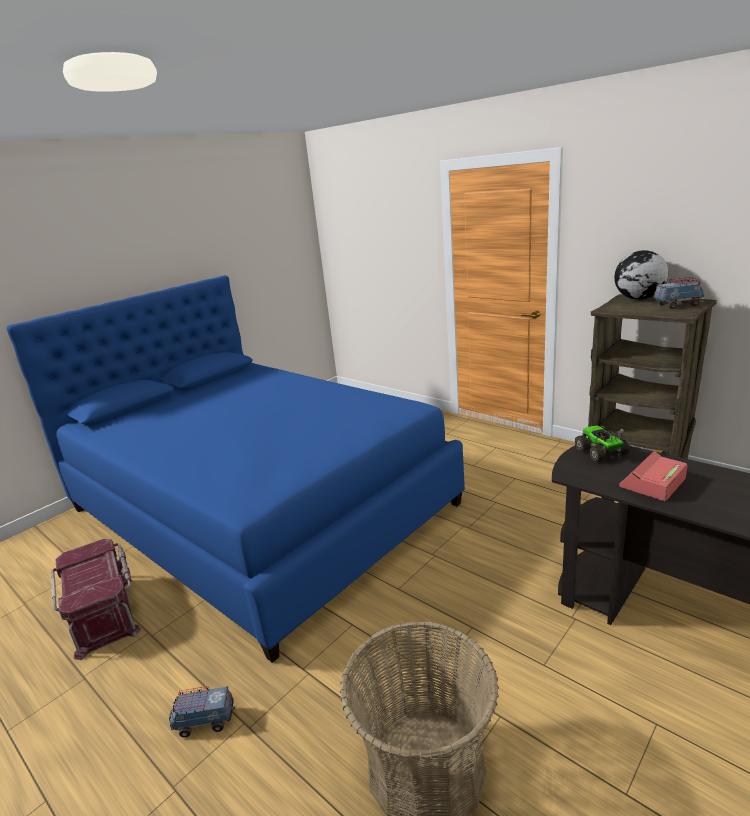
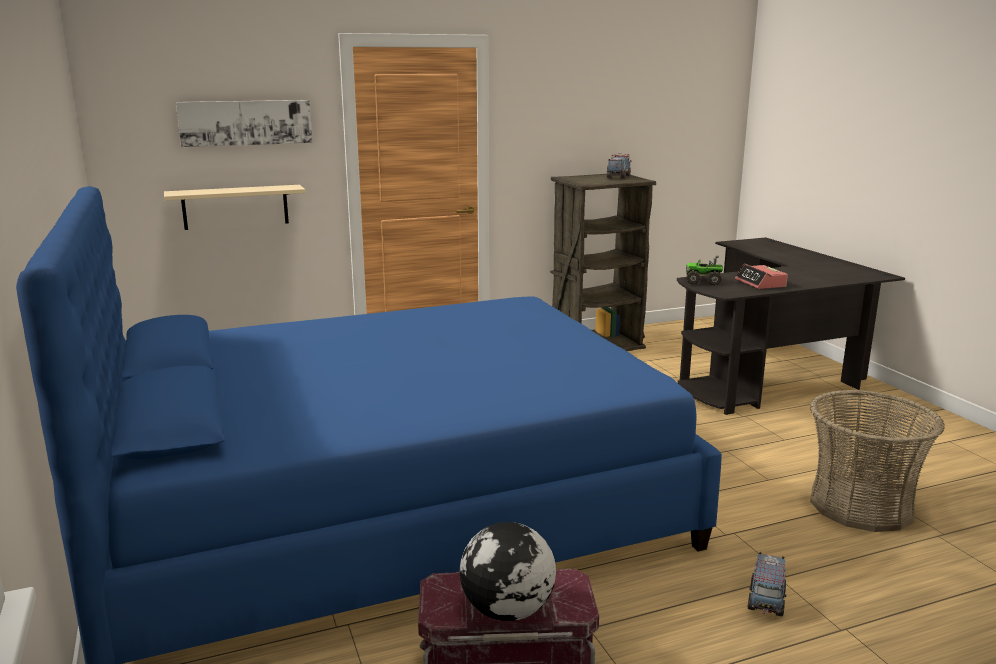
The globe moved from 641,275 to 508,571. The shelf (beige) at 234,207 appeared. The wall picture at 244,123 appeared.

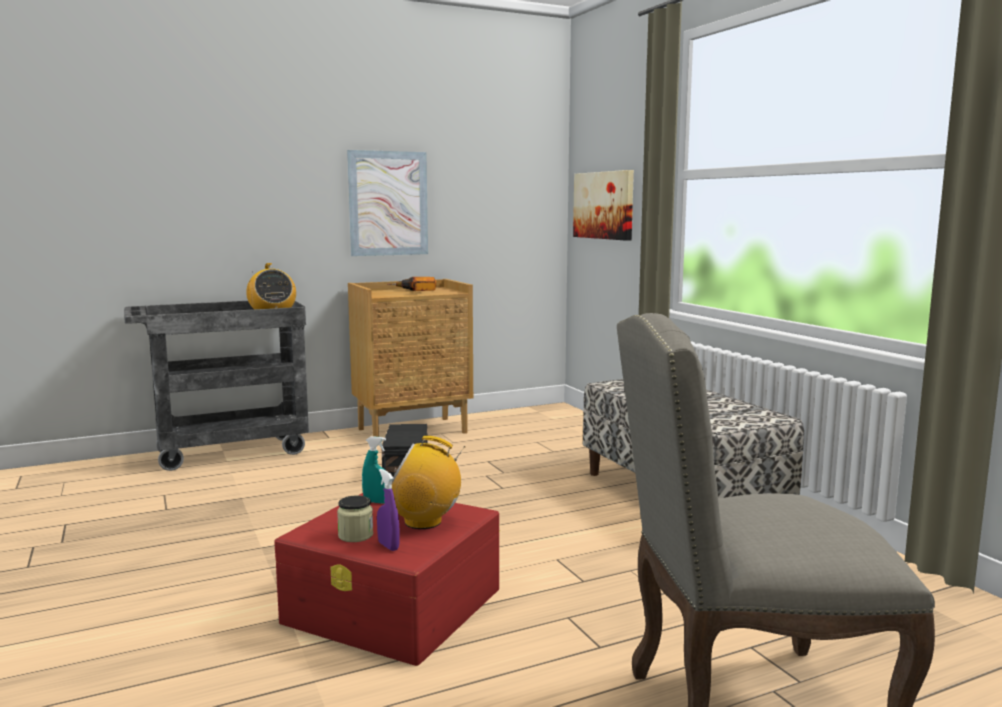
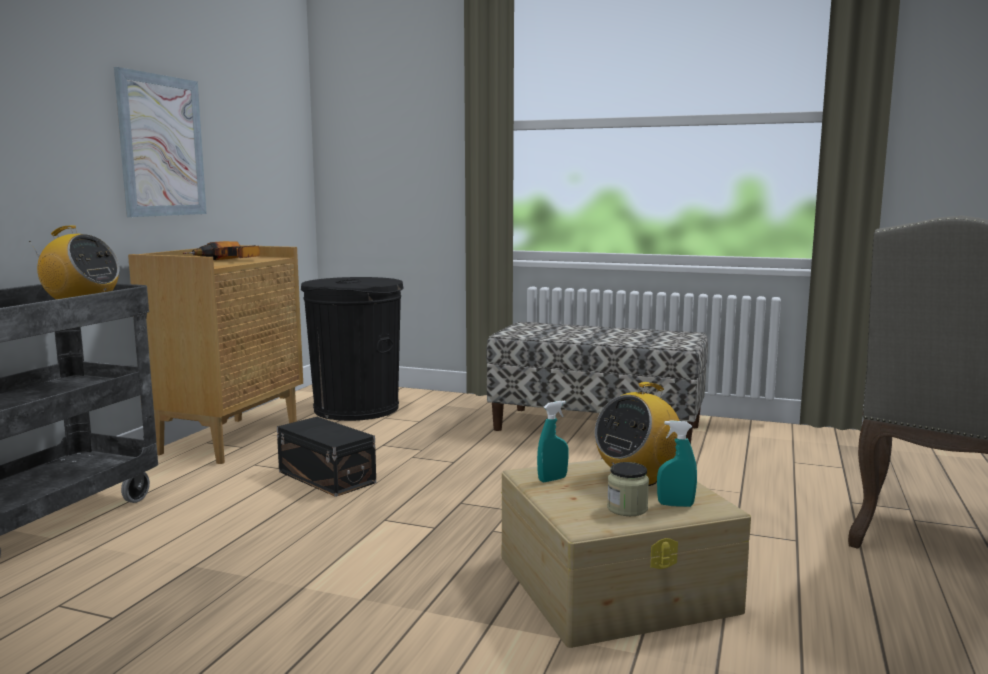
The storage bin (red-coloured) at 387,579 became the storage bin (beige) at 626,553. The hand sprayer (purple) at 388,510 became the hand sprayer (turquoise) at 677,463. The wall picture at 603,205 disappeared. The trash can (blackish) at 352,349 appeared.

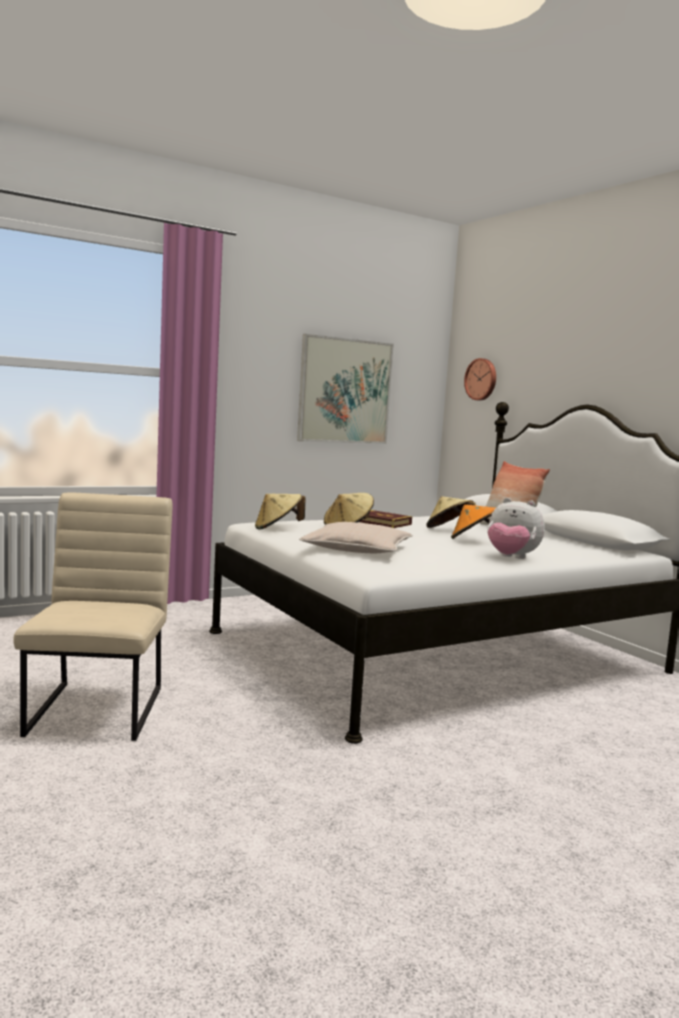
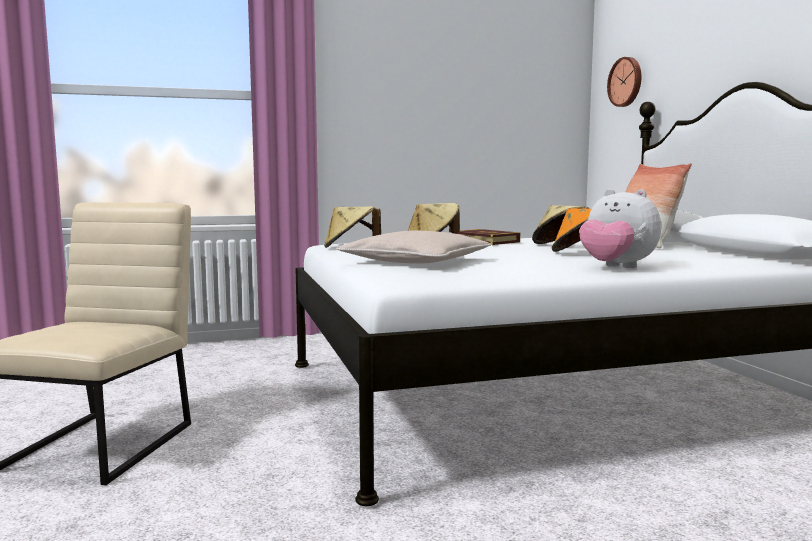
The wall picture at 345,389 disappeared.

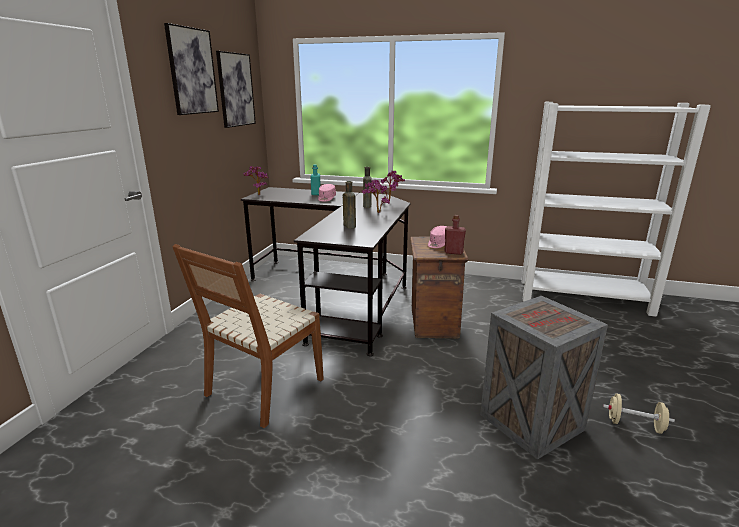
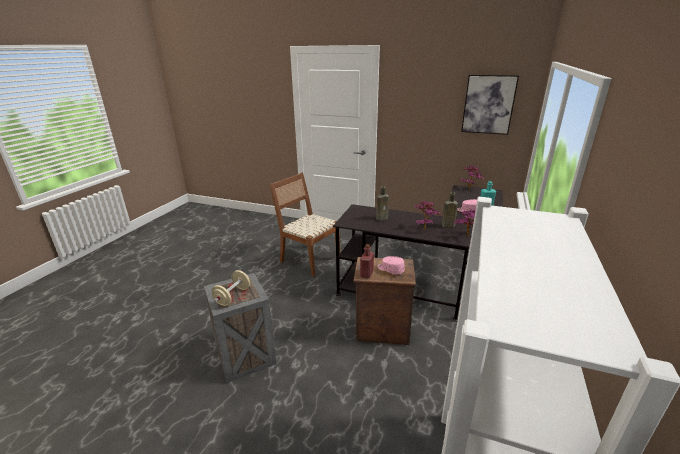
The wall picture at 191,69 disappeared. The free weight (beige) moved from 639,413 to 231,288.

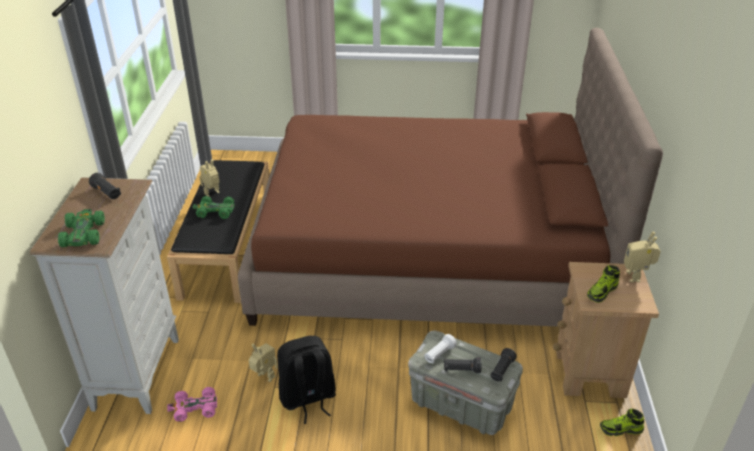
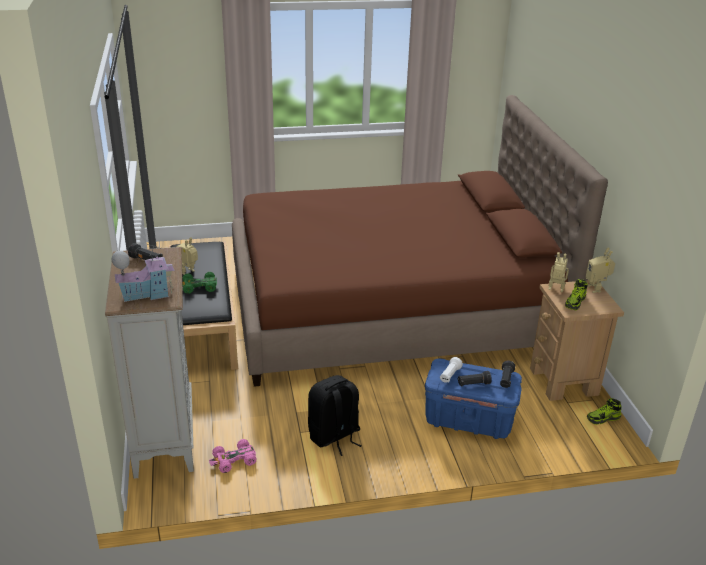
The toy car (greenish) at 81,228 was replaced by the miniature house at 143,273. The toy robot moved from 263,362 to 558,272. The storage bin (gray) at 465,383 became the storage bin (blue-coloured) at 473,399.

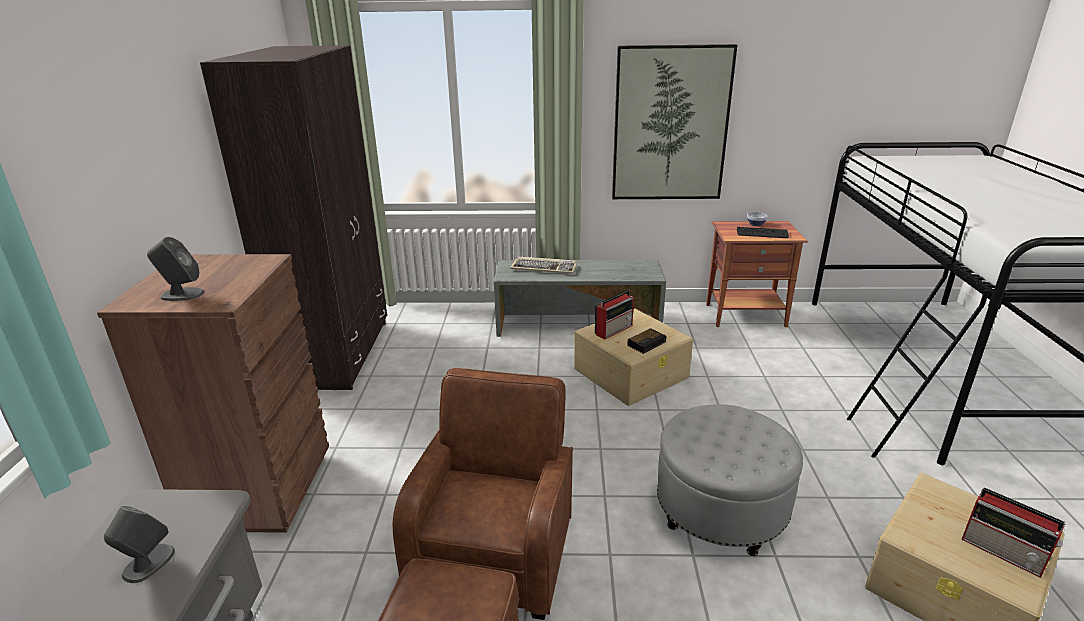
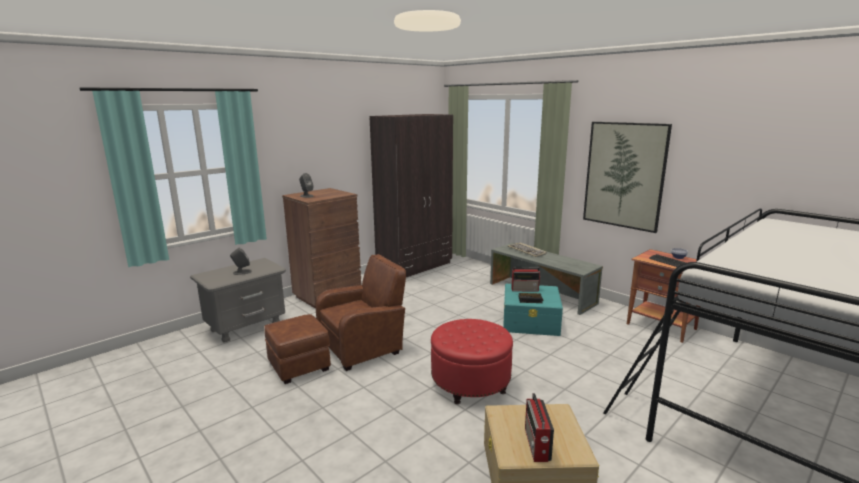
The storage bin (beige) at 633,357 became the storage bin (turquoise) at 533,310. The ottoman (gray) at 730,480 became the ottoman (red-coloured) at 472,361.

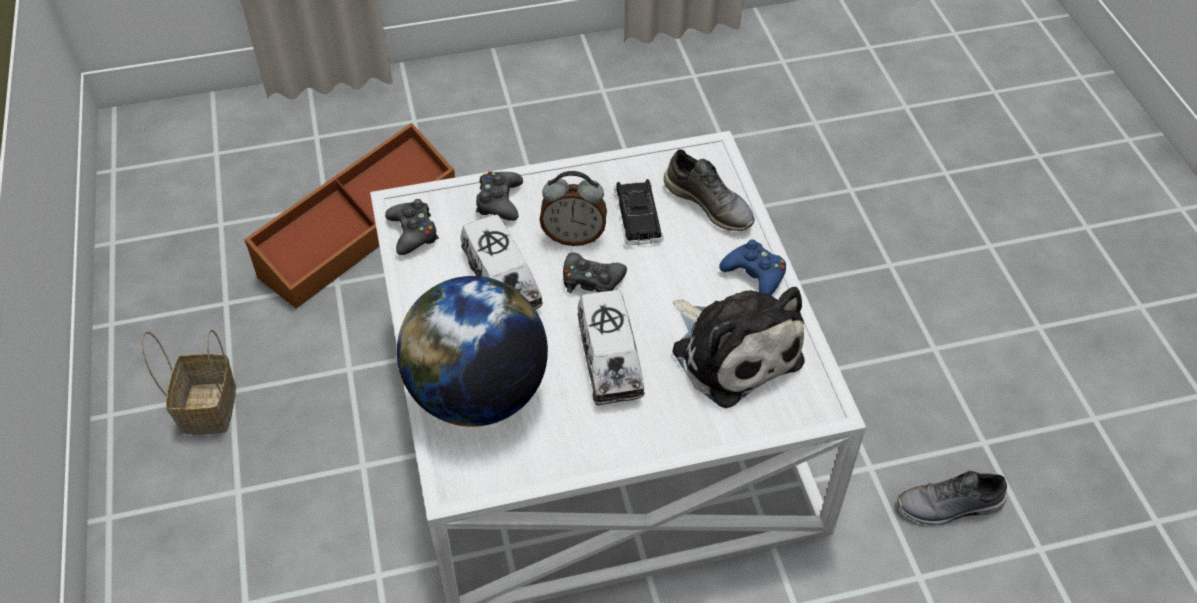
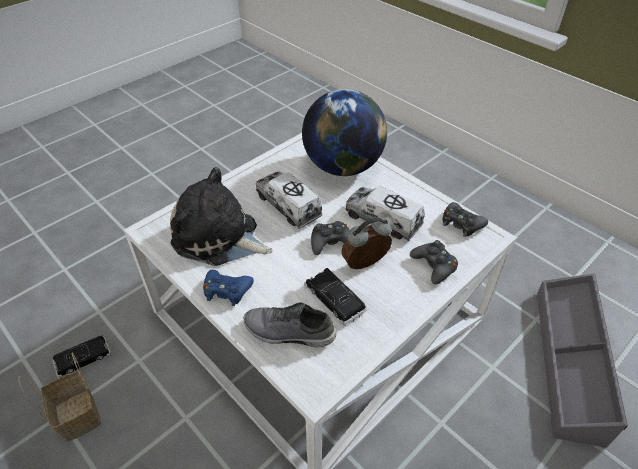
The basket moved from 188,382 to 59,397. The storage bin (brown-coloured) at 349,215 became the storage bin (gray) at 582,360. The item of footwear (gray) at 952,498 was replaced by the toy car (blackish) at 81,356.

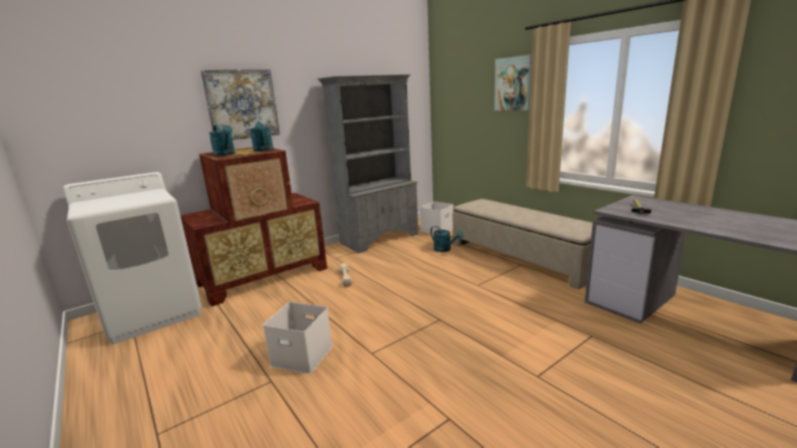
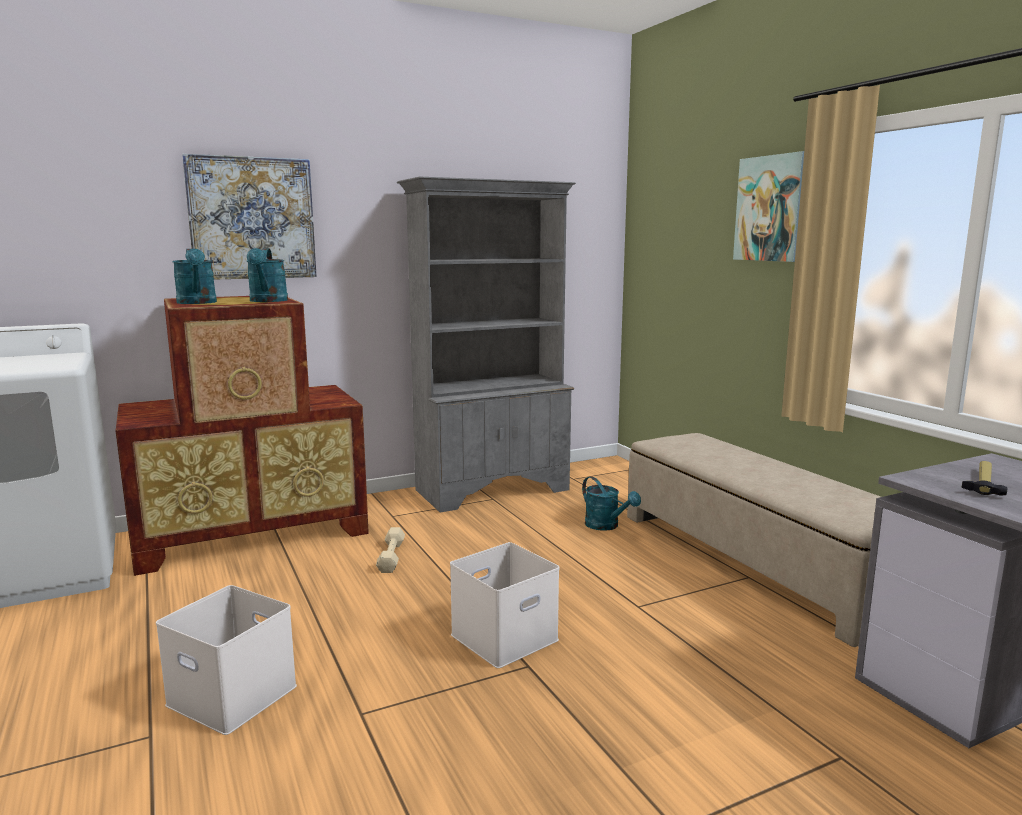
The storage bin (white) moved from 437,217 to 505,605.

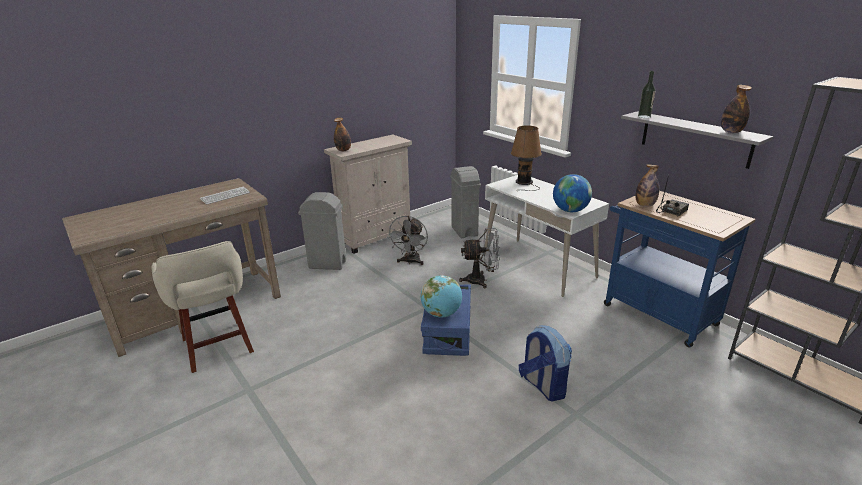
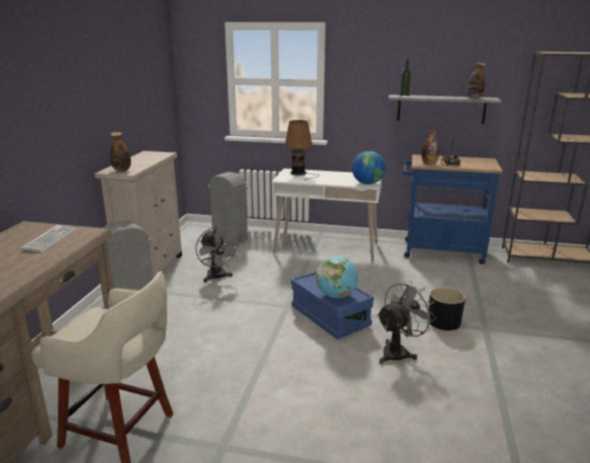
The fan (gray) moved from 479,258 to 407,322. The backpack at 545,363 was replaced by the plant pot (blackish) at 447,309.

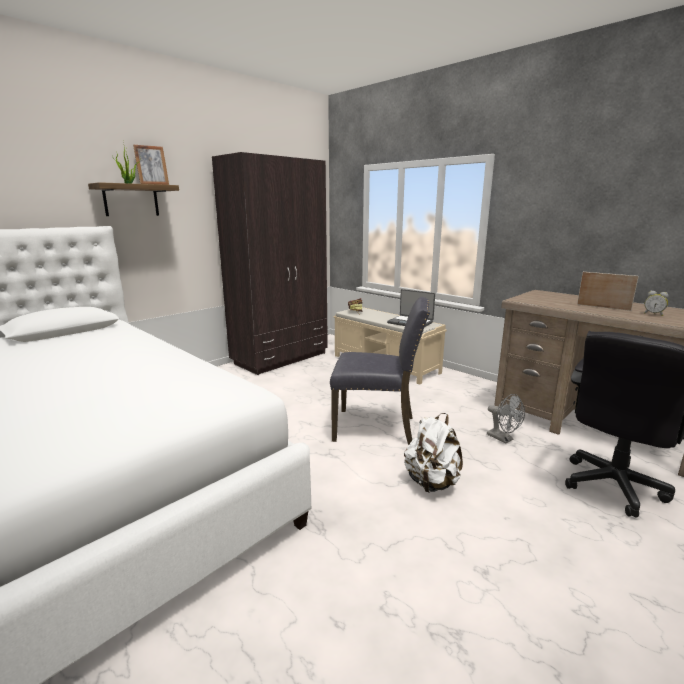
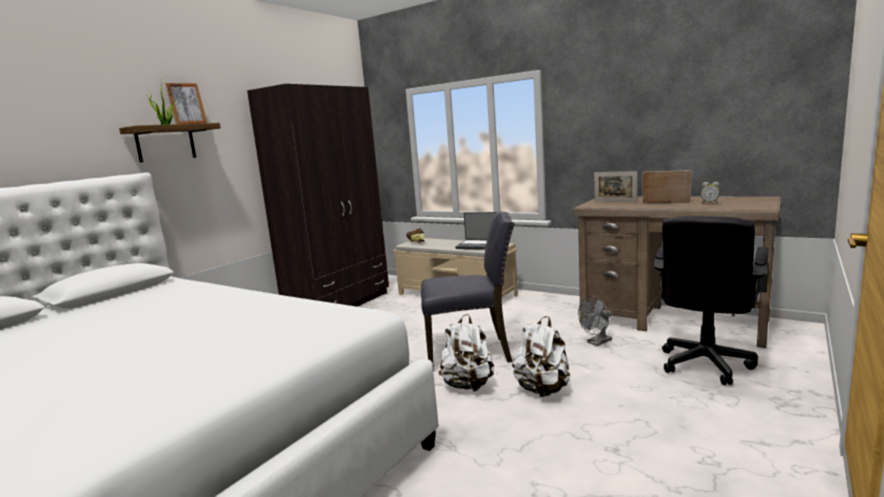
The fan (gray) at 506,419 turned 105 degrees clockwise. The backpack (white) at 466,352 appeared. The photo frame at 615,186 appeared.

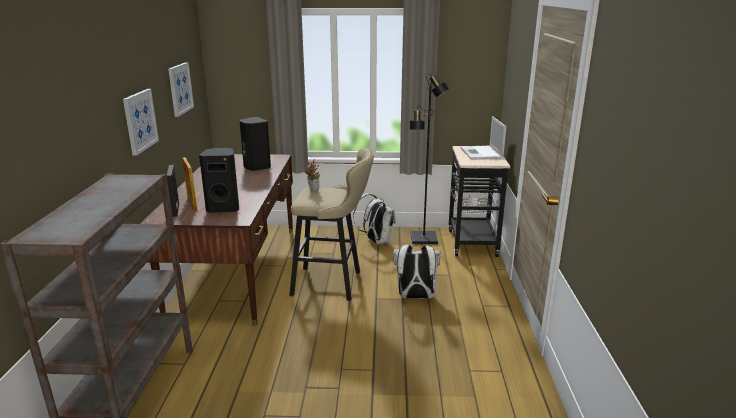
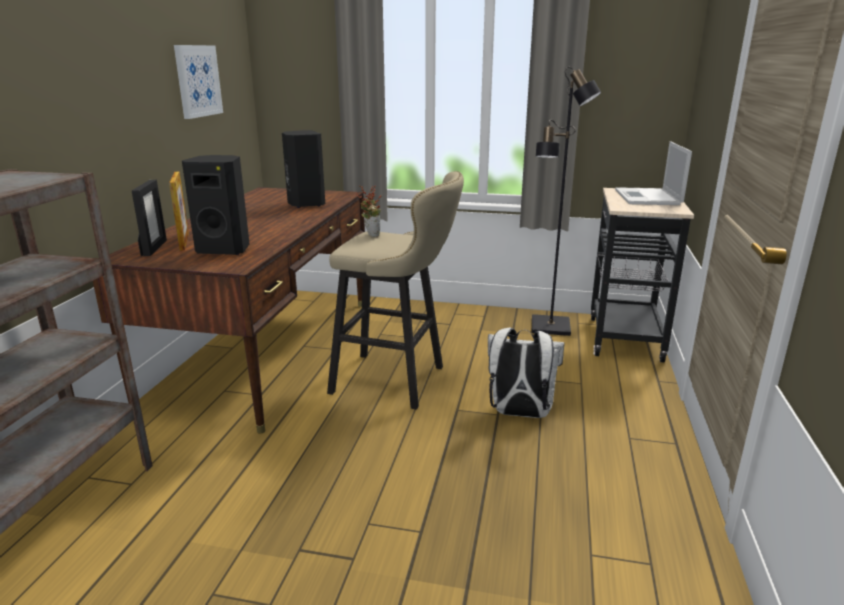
The wall picture at 141,122 disappeared. The backpack (white) at 374,219 disappeared.

